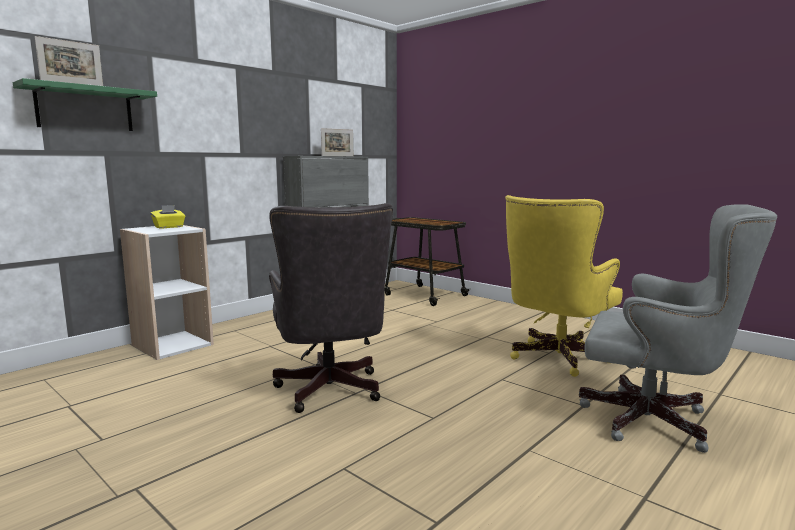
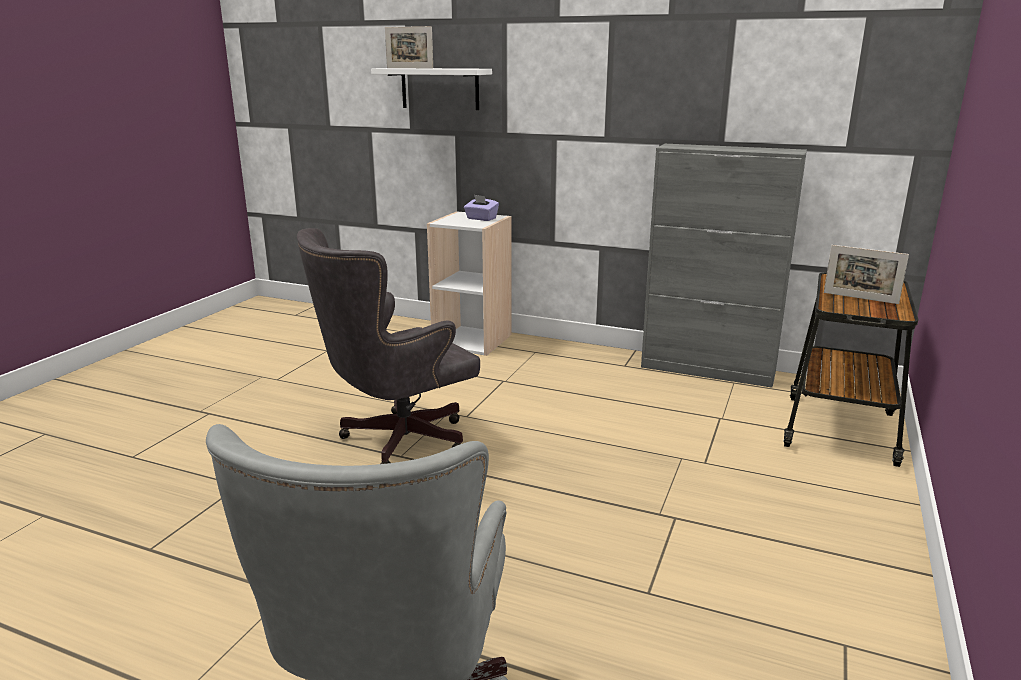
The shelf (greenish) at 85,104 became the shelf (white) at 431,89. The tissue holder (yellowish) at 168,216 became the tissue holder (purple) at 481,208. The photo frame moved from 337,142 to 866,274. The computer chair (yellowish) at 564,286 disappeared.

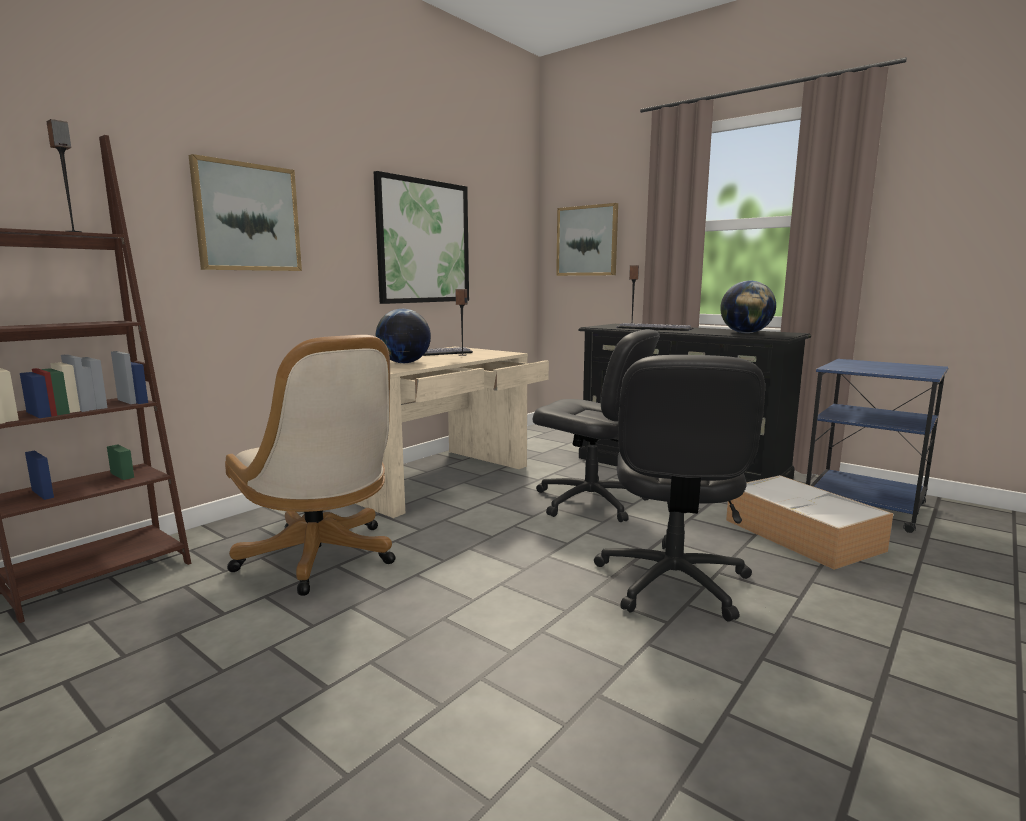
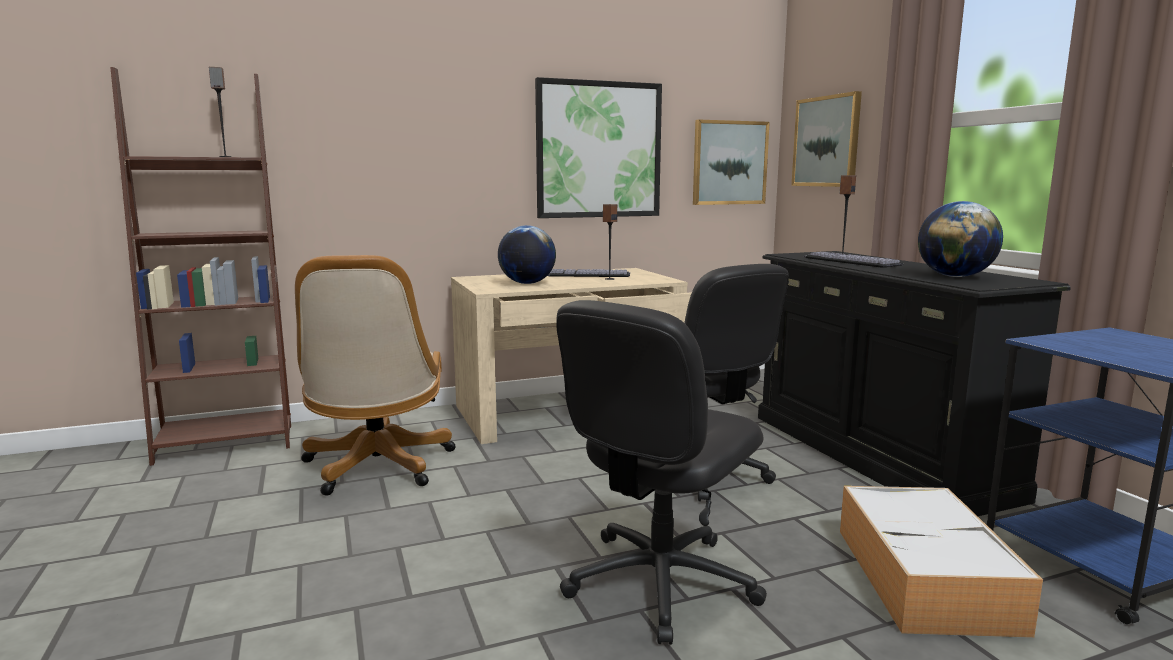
The wall picture moved from 245,212 to 731,162.

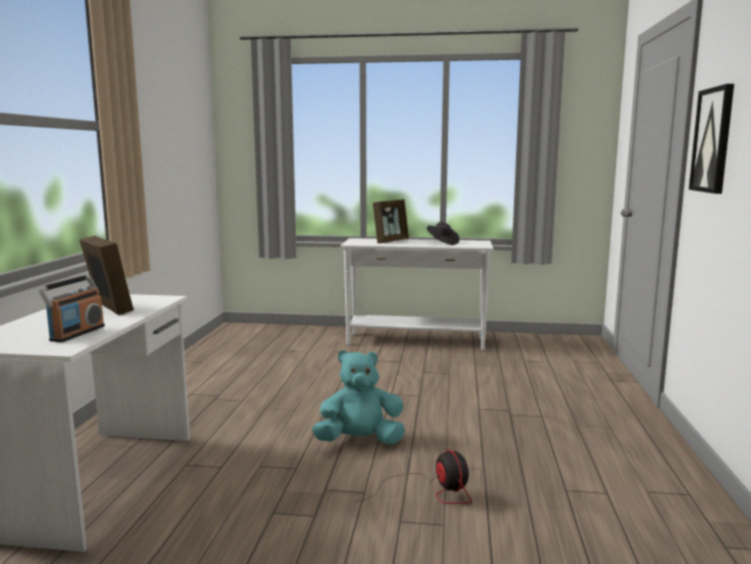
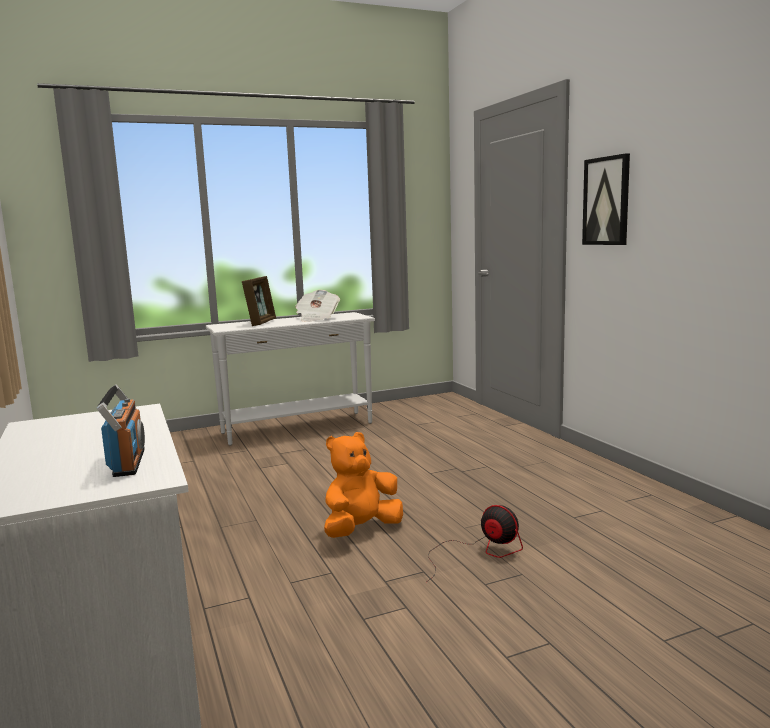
The photo frame at 107,275 disappeared. The soft toy (turquoise) at 358,397 became the soft toy (orangey) at 363,485. The wearable hat (blackish) at 443,233 was replaced by the newspaper at 317,306.

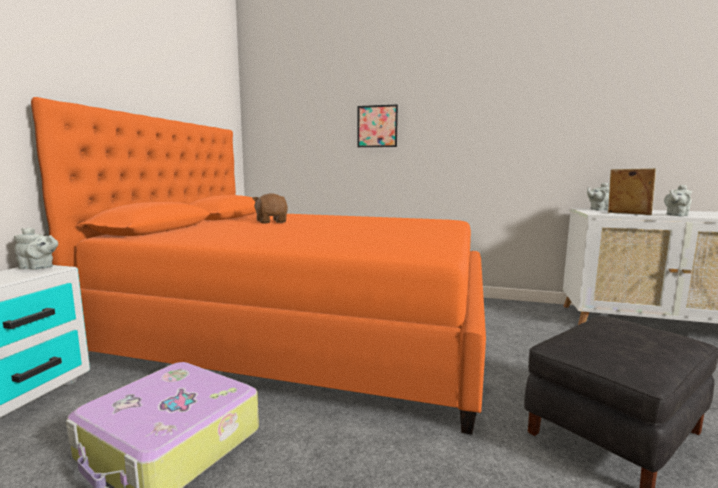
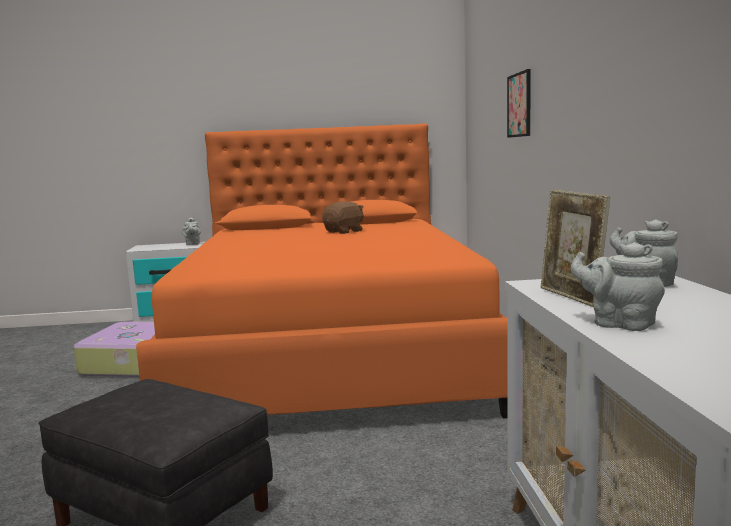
The photo frame at 632,191 turned 135 degrees clockwise.

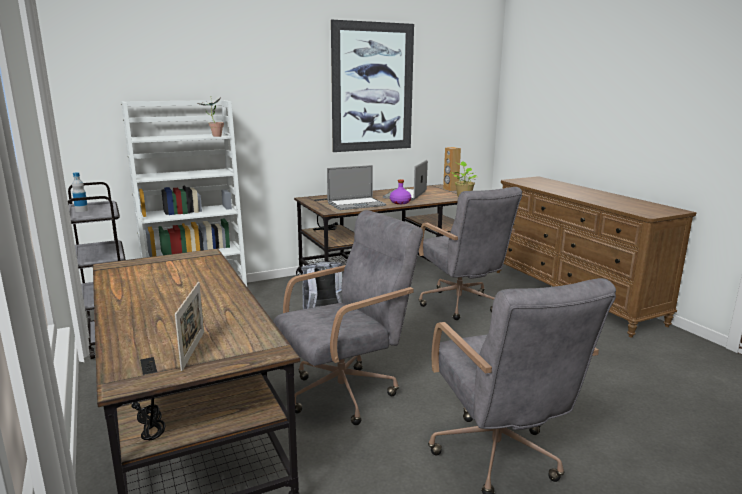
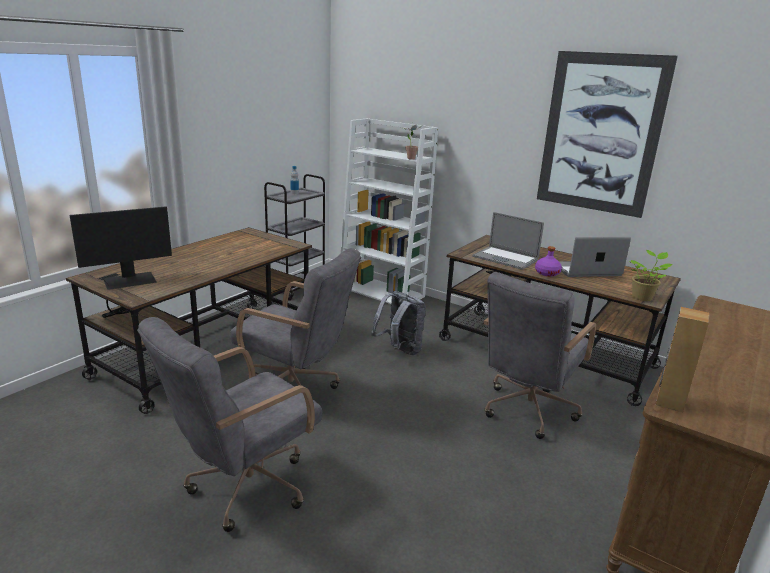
The photo frame at 189,326 was replaced by the computer display at 120,248. The speaker (brown-coloured) moved from 452,169 to 682,359.

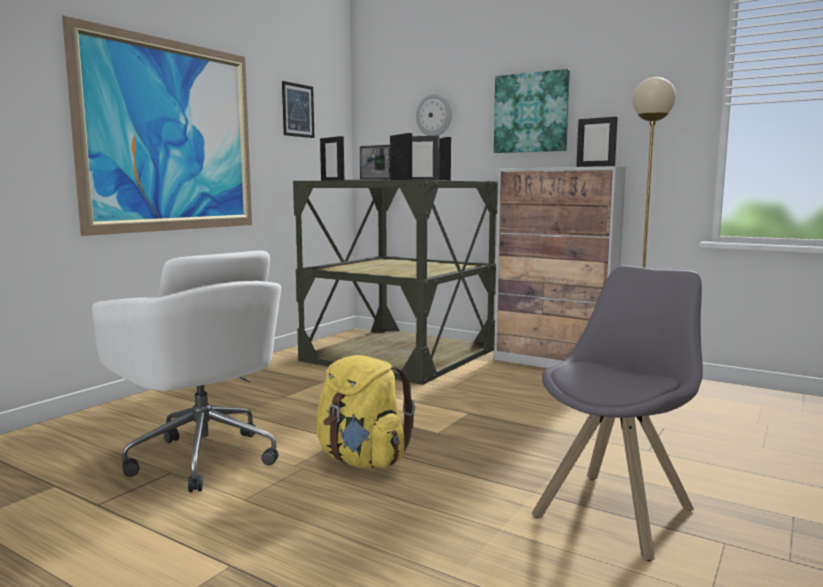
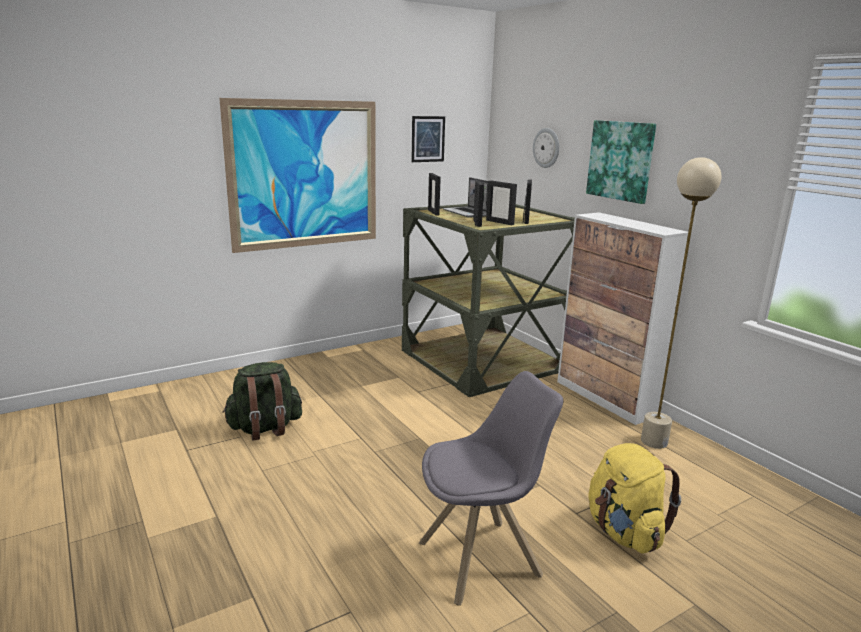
The computer chair (white) at 186,371 was replaced by the backpack (greenish) at 262,401. The backpack (yellowish) moved from 365,412 to 634,498. The photo frame at 597,142 disappeared.

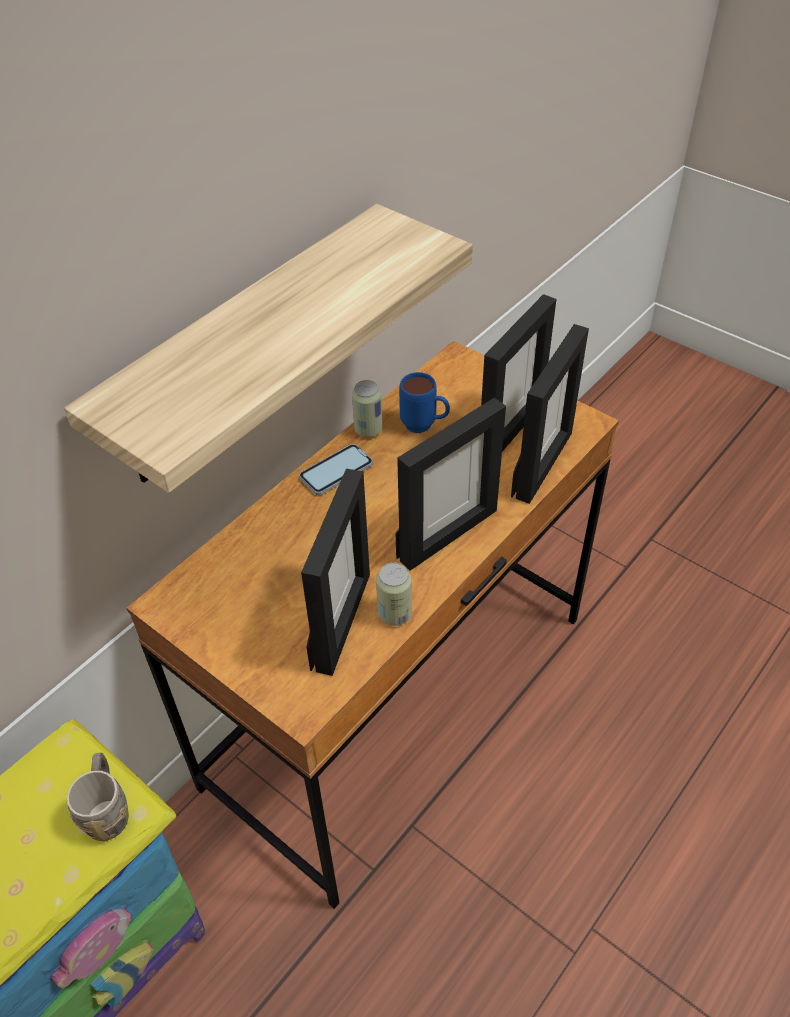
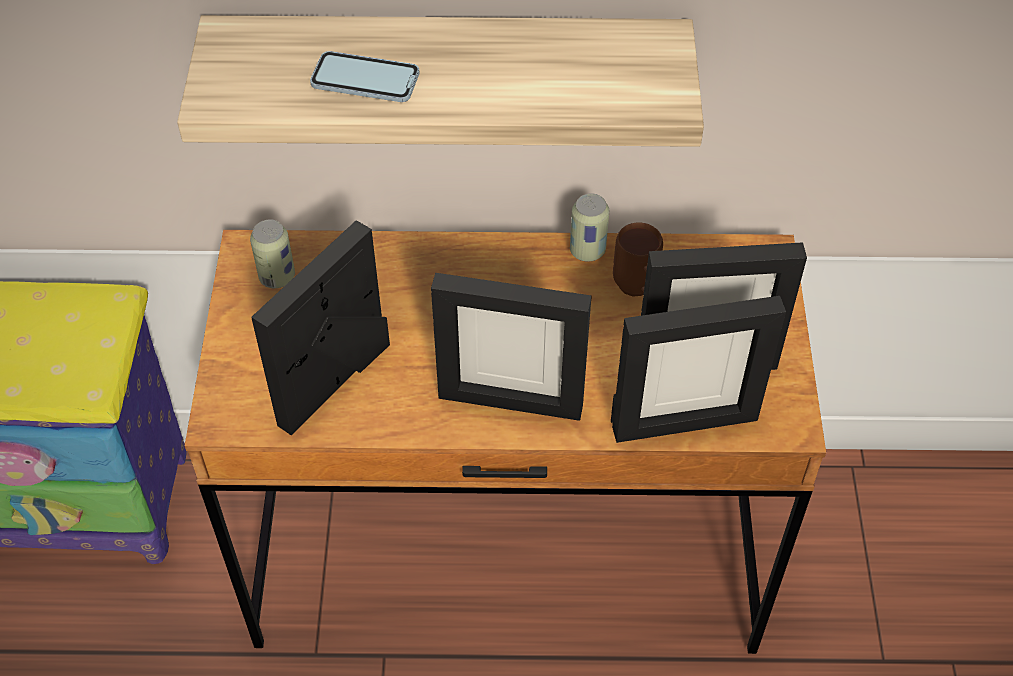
The mug (gray) at 98,797 disappeared. The handset moved from 336,469 to 364,76. The photo frame at 335,572 turned 150 degrees clockwise. The metal can moved from 394,594 to 272,253. The mug (blue-coloured) at 424,402 became the mug (brown-coloured) at 638,259.

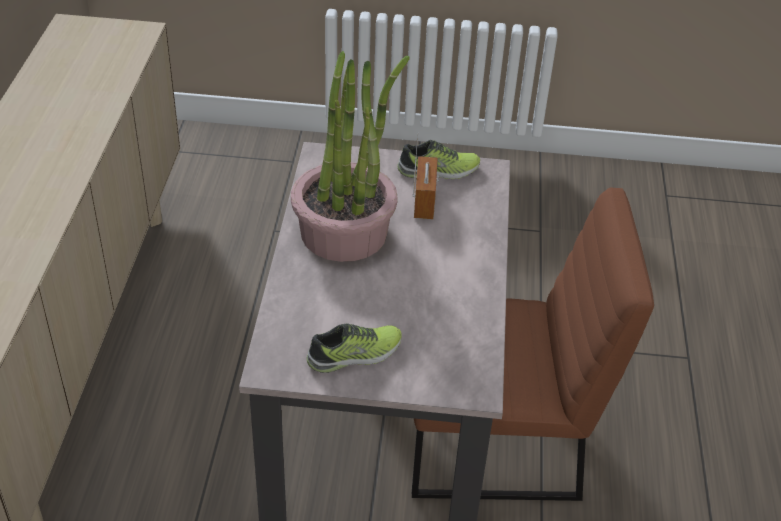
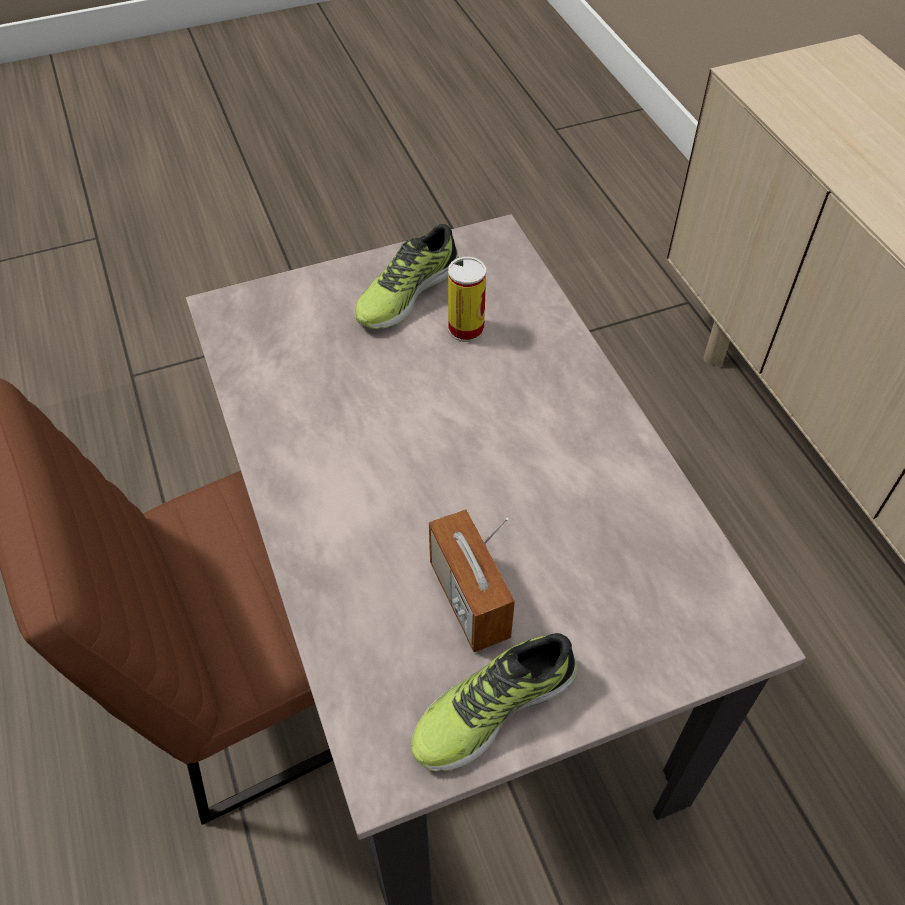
The houseplant at 350,156 disappeared. The metal can at 467,299 appeared.

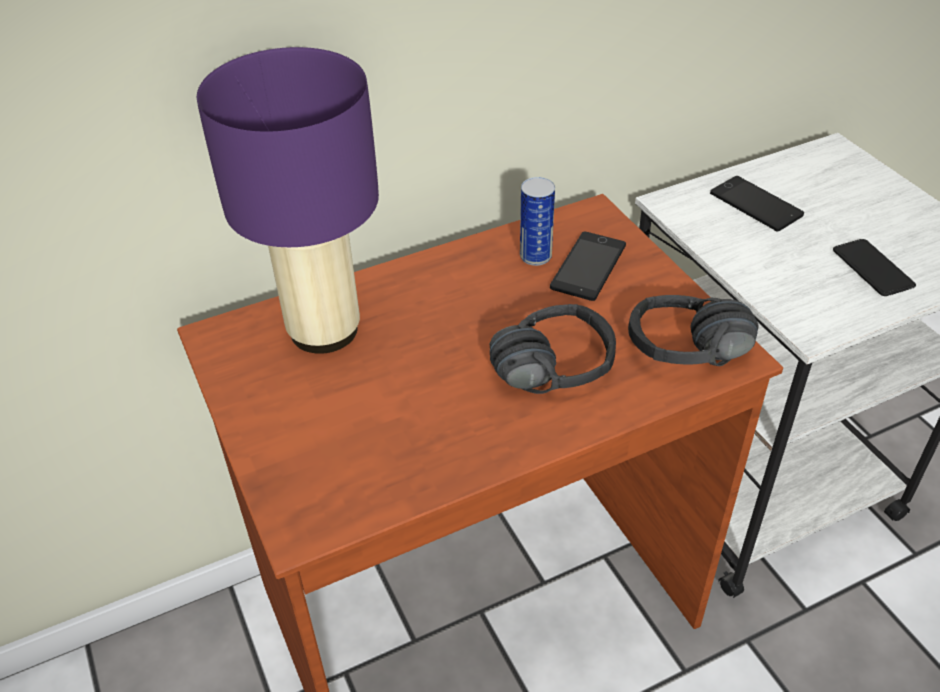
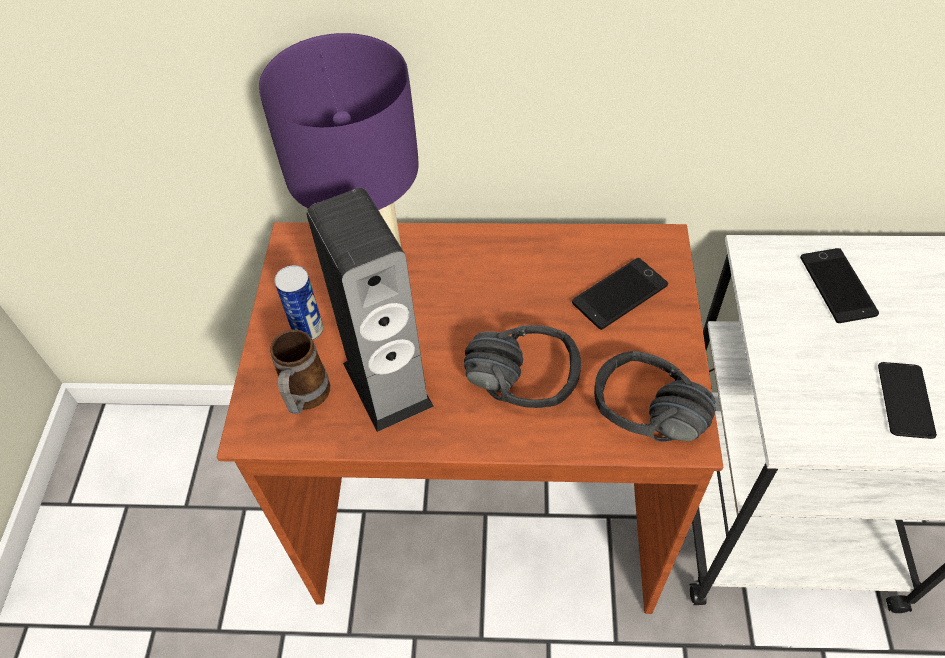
The metal can moved from 537,221 to 298,302. The mug at 300,372 appeared. The speaker at 370,310 appeared.

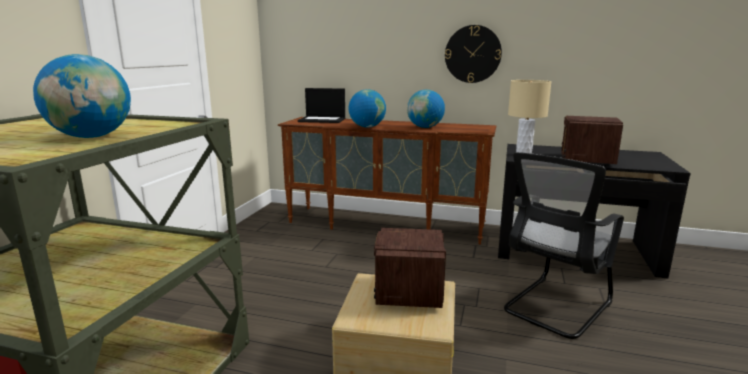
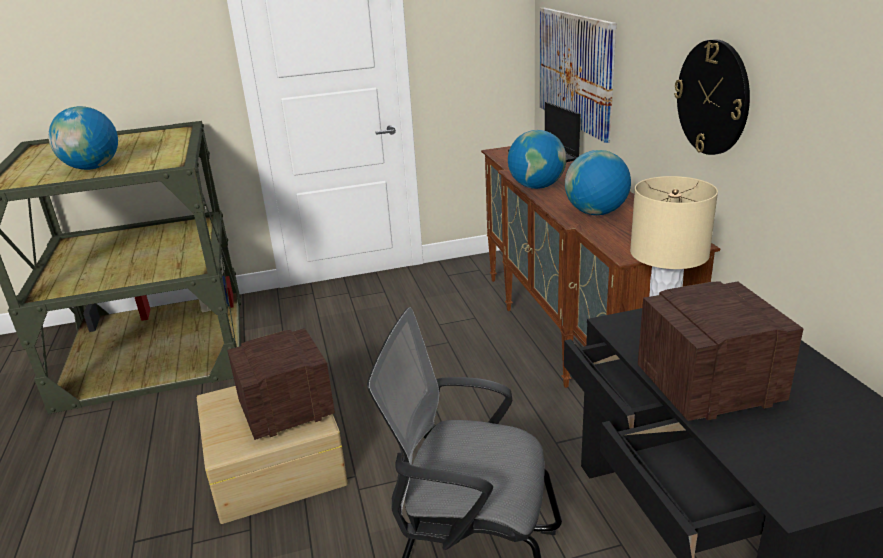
The wall picture at 577,75 appeared.

